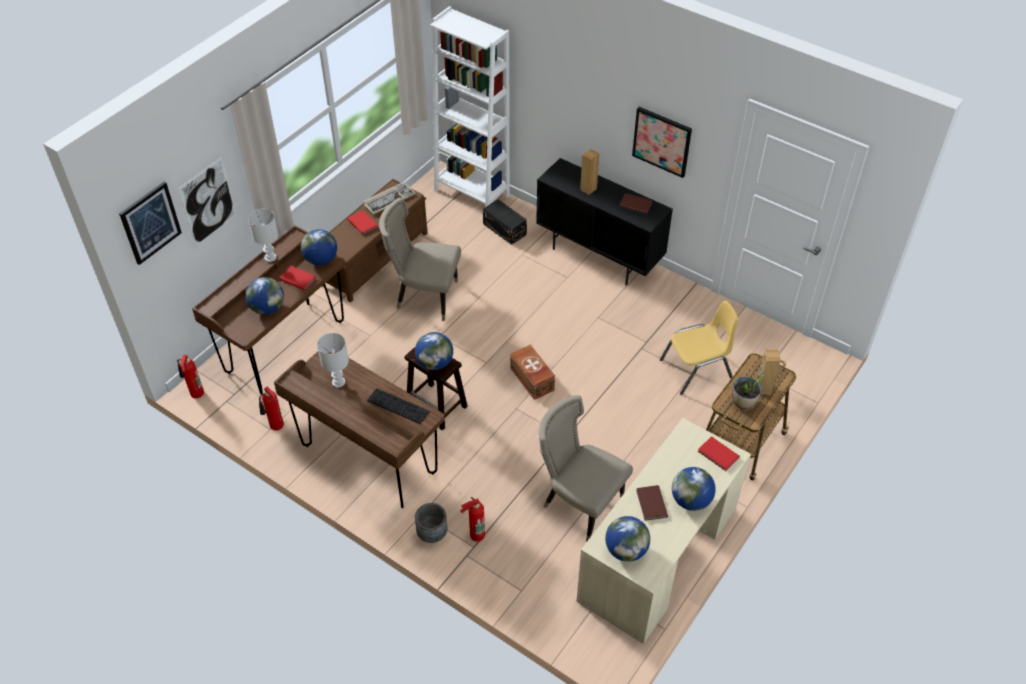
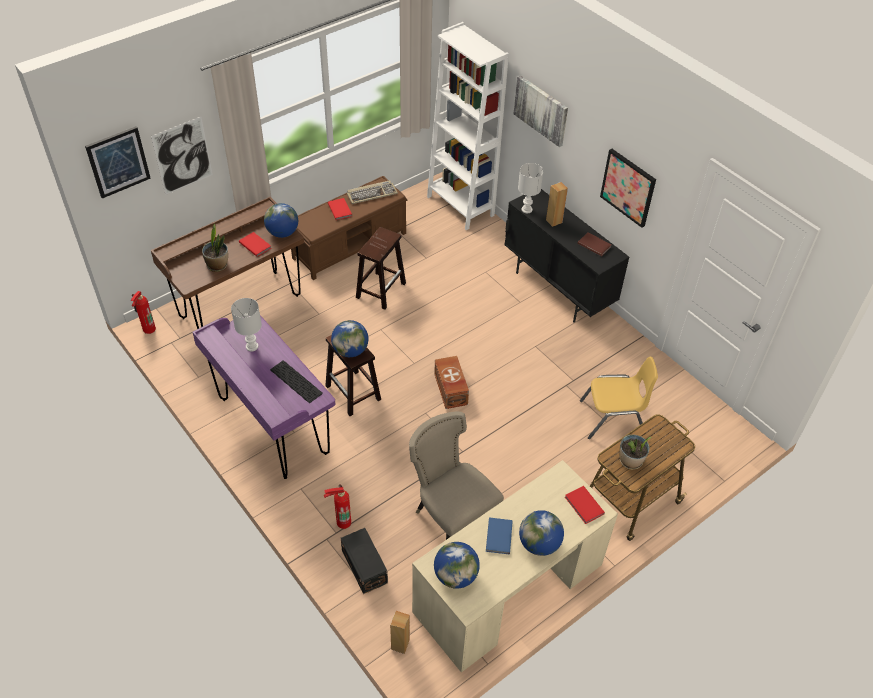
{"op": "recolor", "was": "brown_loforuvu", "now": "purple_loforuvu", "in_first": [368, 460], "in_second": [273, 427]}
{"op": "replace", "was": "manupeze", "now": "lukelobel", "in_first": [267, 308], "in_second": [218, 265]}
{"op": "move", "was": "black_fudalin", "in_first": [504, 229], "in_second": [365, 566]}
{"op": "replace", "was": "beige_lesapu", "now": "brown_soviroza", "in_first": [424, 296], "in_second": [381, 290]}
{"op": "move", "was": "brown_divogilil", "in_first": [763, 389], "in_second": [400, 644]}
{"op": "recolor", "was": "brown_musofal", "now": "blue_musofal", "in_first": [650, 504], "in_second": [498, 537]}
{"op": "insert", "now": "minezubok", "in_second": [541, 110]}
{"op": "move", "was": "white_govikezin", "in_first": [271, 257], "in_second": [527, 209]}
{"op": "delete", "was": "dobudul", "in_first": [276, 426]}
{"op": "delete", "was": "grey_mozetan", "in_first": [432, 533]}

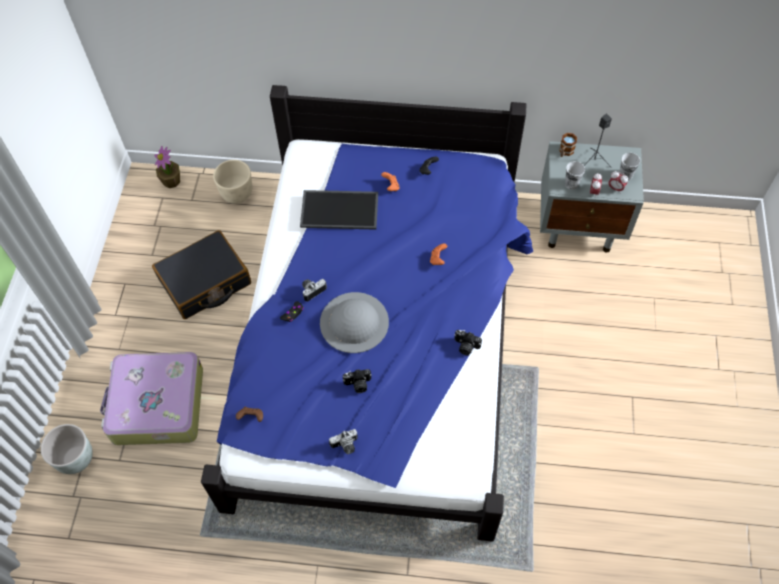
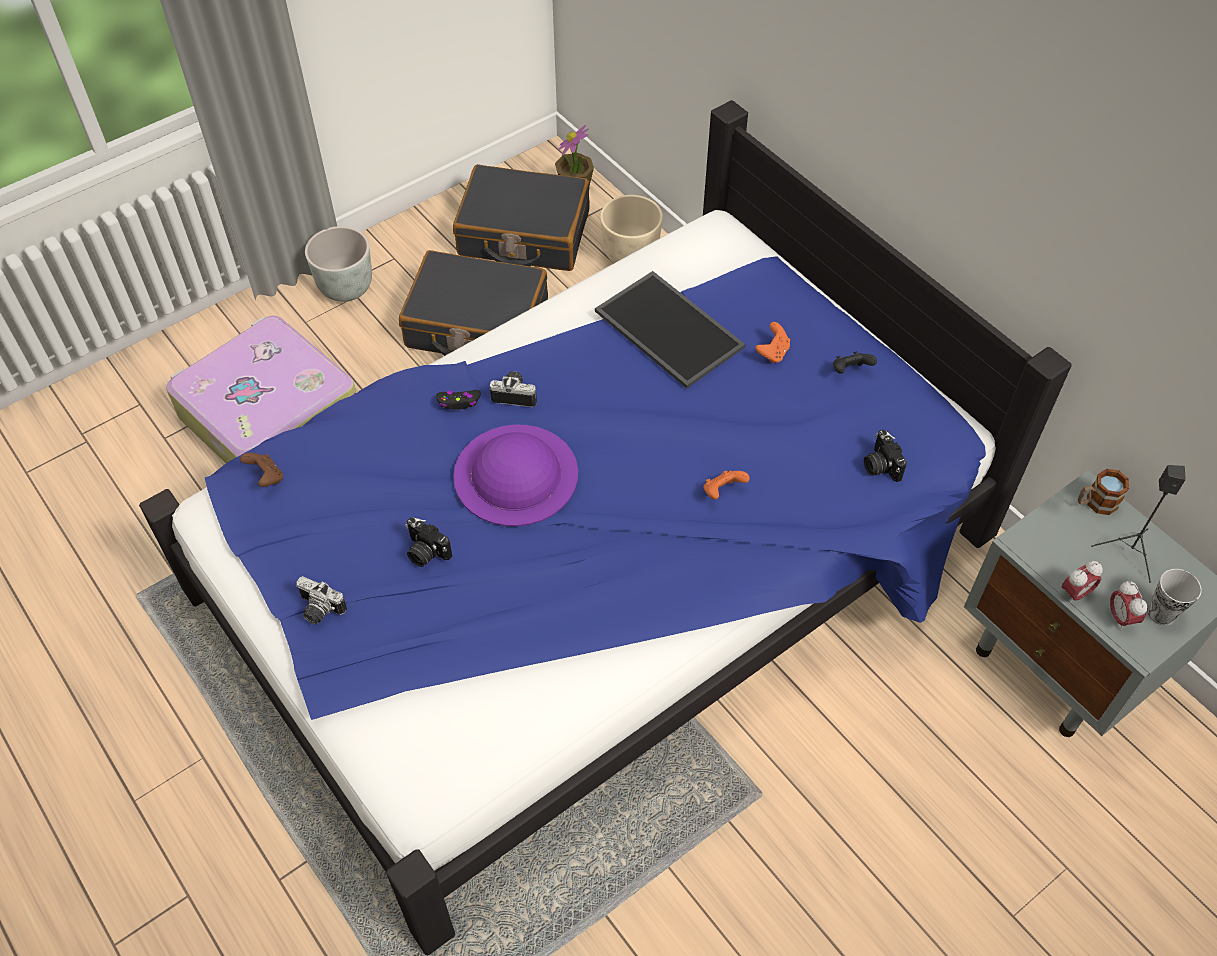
{"op": "move", "was": "grey_mozetan", "in_first": [75, 459], "in_second": [345, 288]}
{"op": "insert", "now": "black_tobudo", "in_second": [523, 234]}
{"op": "recolor", "was": "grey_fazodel", "now": "purple_fazodel", "in_first": [354, 322], "in_second": [516, 474]}
{"op": "move", "was": "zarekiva", "in_first": [465, 346], "in_second": [880, 465]}
{"op": "delete", "was": "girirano", "in_first": [571, 184]}

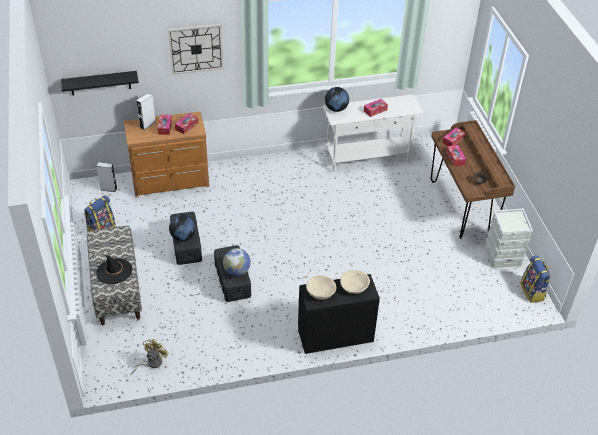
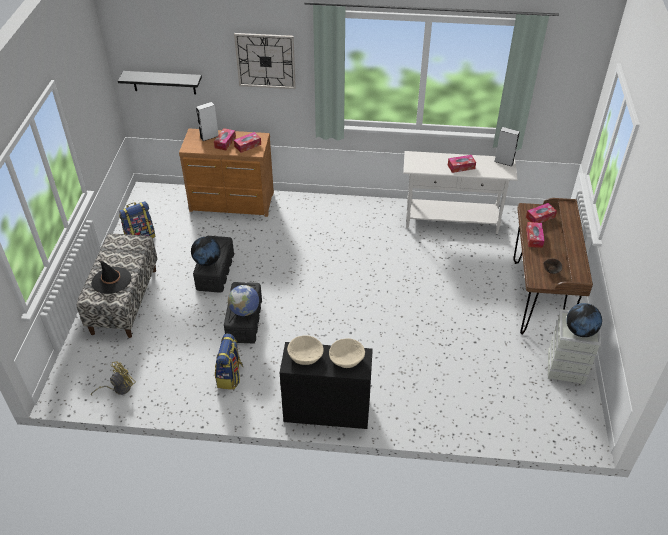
{"op": "move", "was": "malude", "in_first": [532, 292], "in_second": [230, 376]}
{"op": "move", "was": "grey_divogilil", "in_first": [108, 189], "in_second": [504, 162]}
{"op": "move", "was": "manupeze", "in_first": [336, 109], "in_second": [580, 331]}

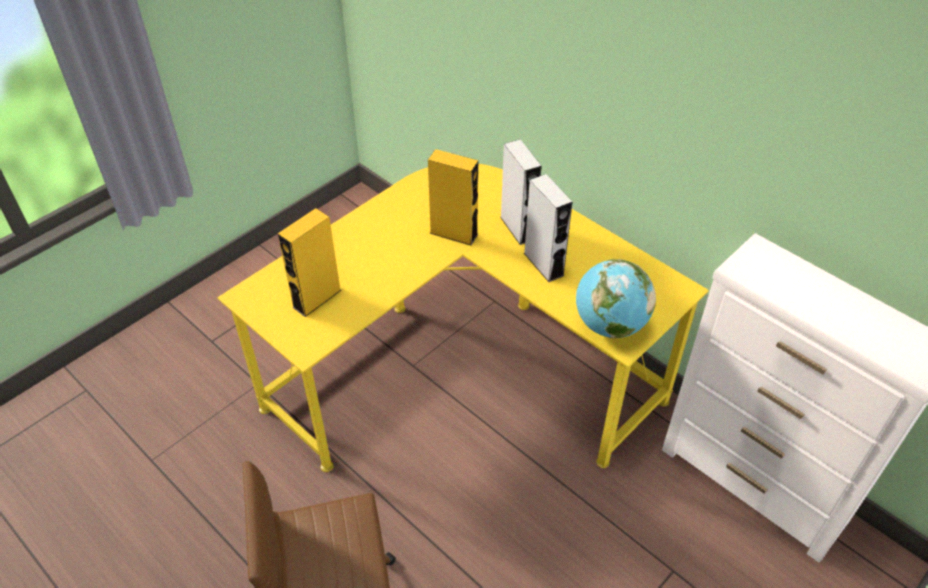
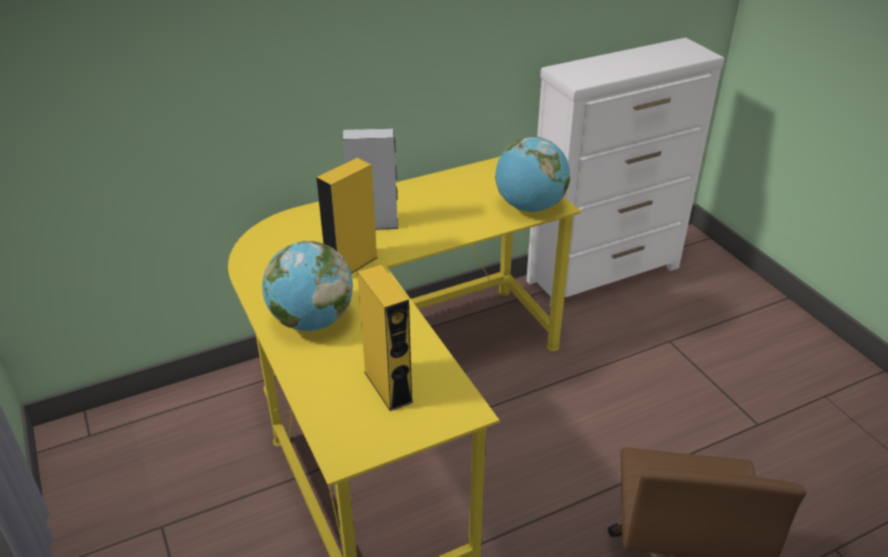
{"op": "insert", "now": "manupeze", "in_second": [311, 321]}
{"op": "delete", "was": "grey_divogilil", "in_first": [543, 264]}

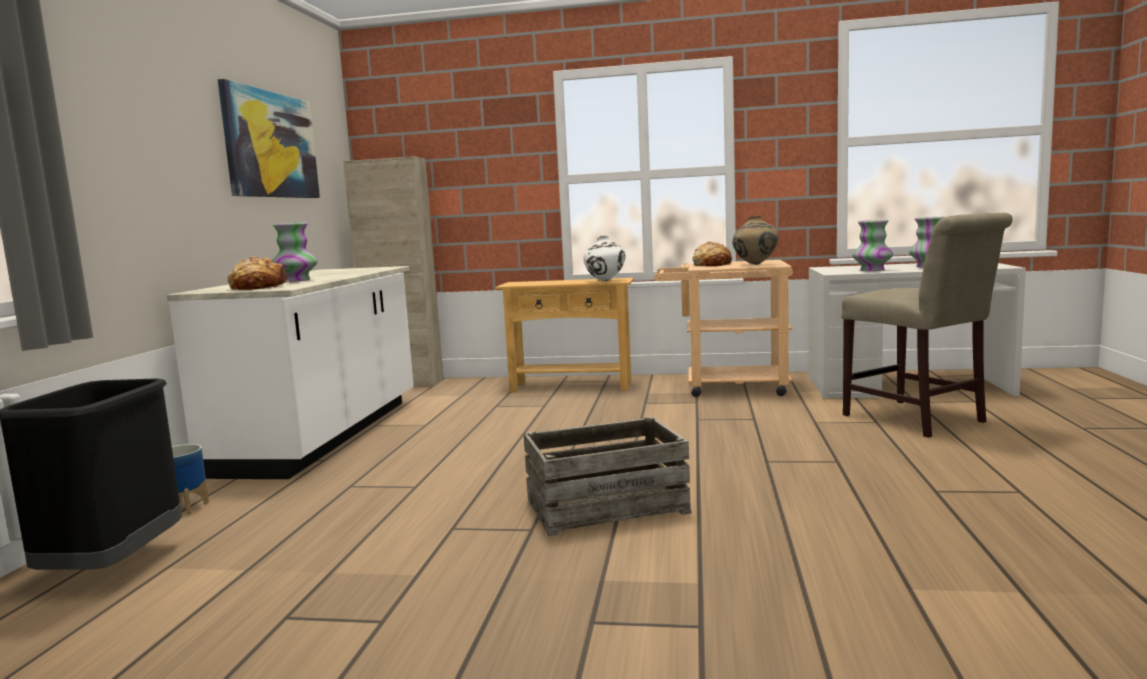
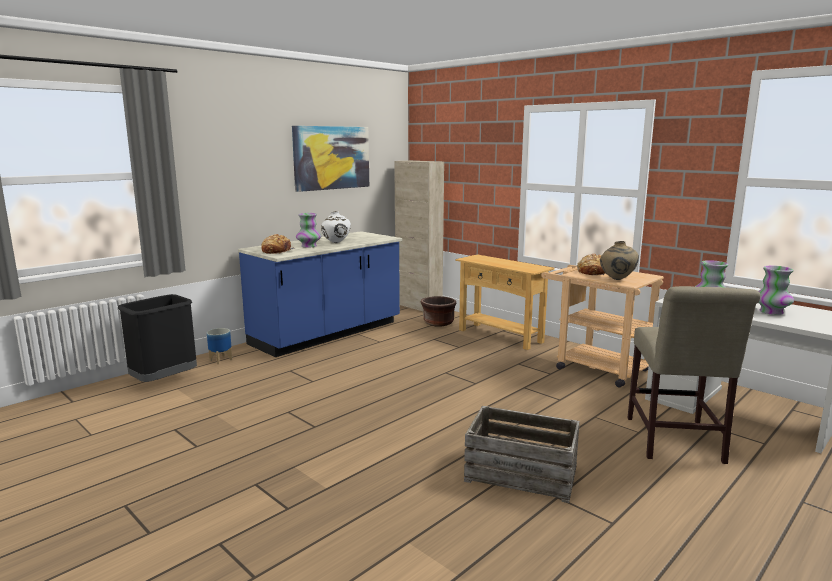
{"op": "recolor", "was": "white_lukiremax", "now": "blue_lukiremax", "in_first": [324, 435], "in_second": [327, 333]}
{"op": "move", "was": "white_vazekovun", "in_first": [605, 281], "in_second": [336, 243]}
{"op": "insert", "now": "brown_mozetan", "in_second": [438, 323]}
{"op": "move", "was": "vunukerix", "in_first": [606, 505], "in_second": [521, 473]}

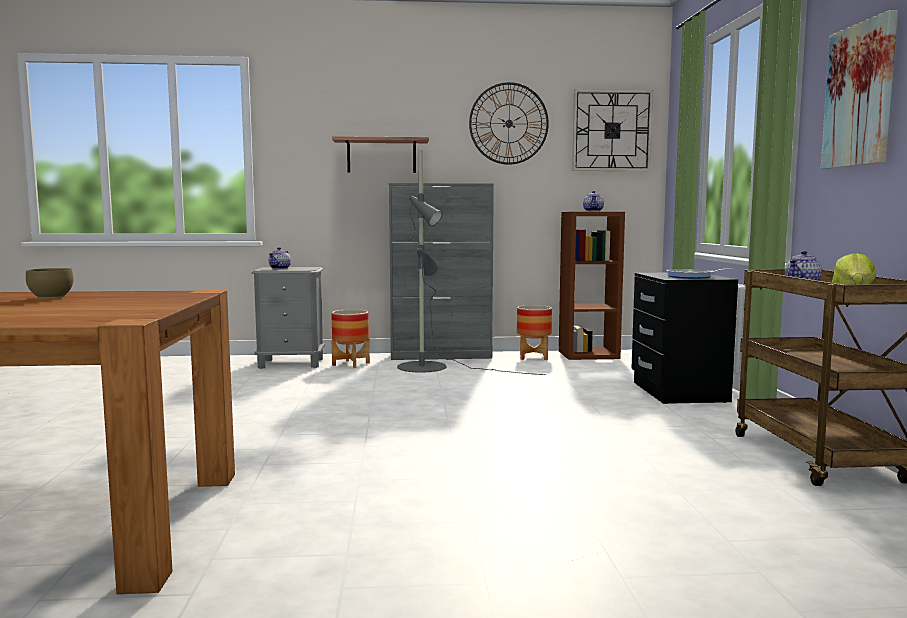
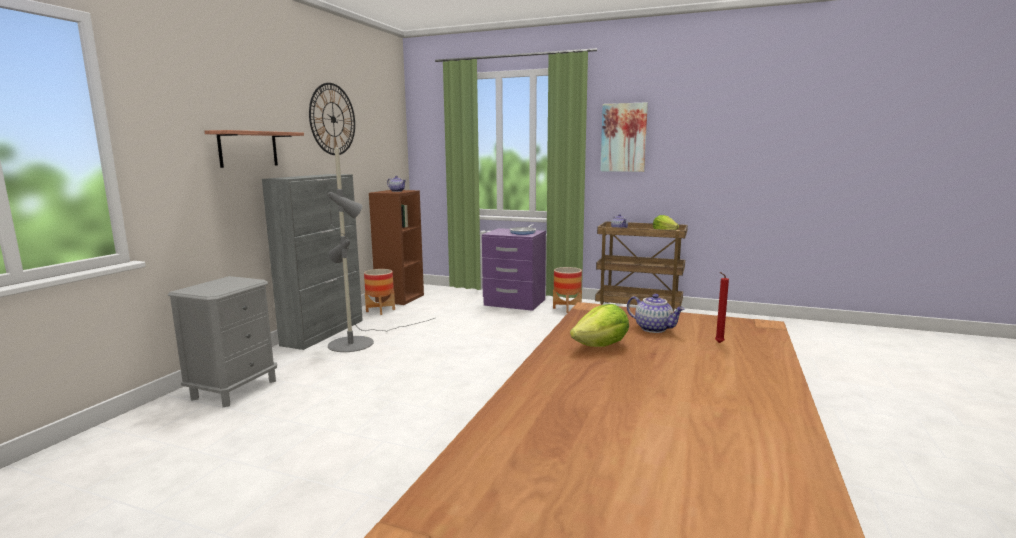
{"op": "recolor", "was": "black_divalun", "now": "purple_divalun", "in_first": [677, 392], "in_second": [514, 303]}
{"op": "move", "was": "mozetan", "in_first": [351, 364], "in_second": [567, 308]}
{"op": "replace", "was": "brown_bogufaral", "now": "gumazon", "in_first": [50, 297], "in_second": [601, 346]}
{"op": "move", "was": "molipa", "in_first": [280, 268], "in_second": [654, 329]}
{"op": "insert", "now": "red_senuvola", "in_second": [718, 343]}
{"op": "delete", "was": "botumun", "in_first": [612, 130]}

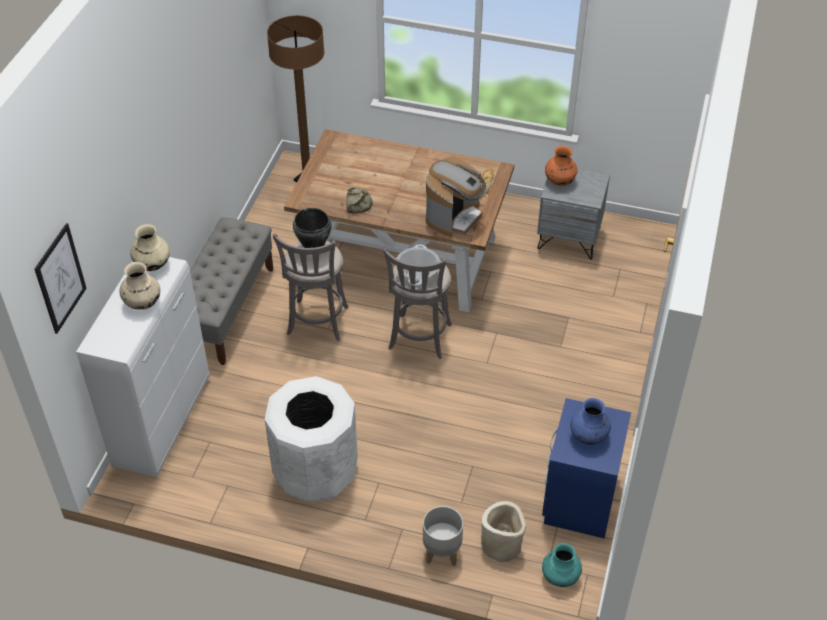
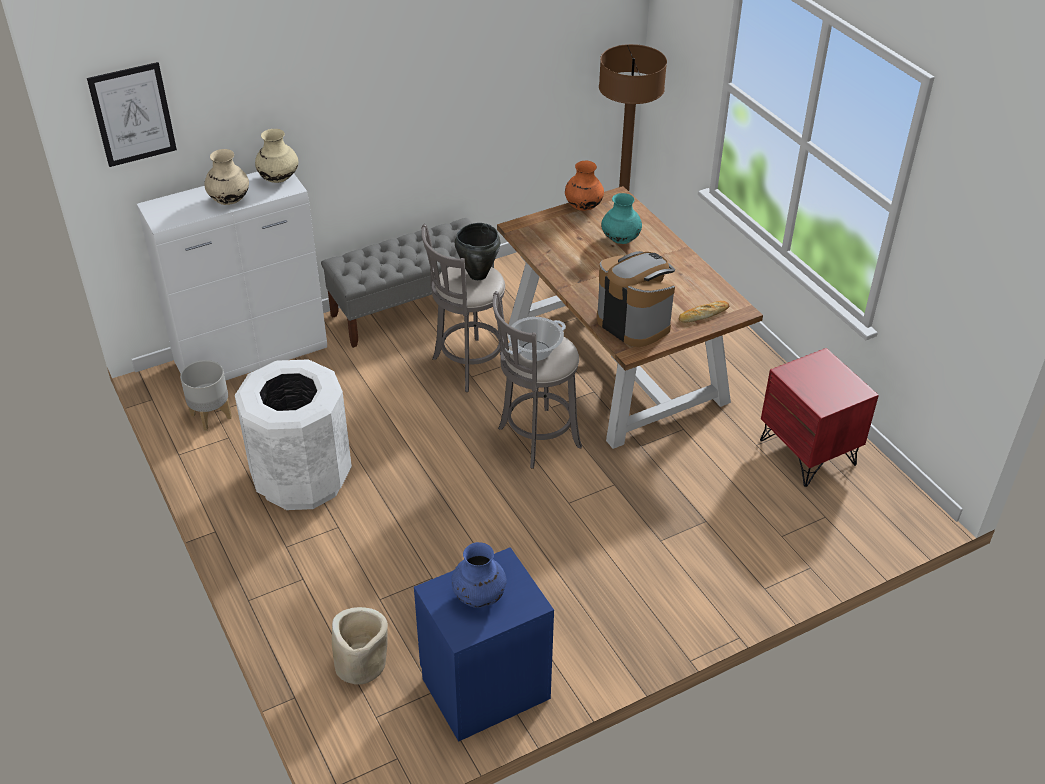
{"op": "move", "was": "grey_mozetan", "in_first": [442, 552], "in_second": [210, 416]}
{"op": "move", "was": "orange_vazekovun", "in_first": [559, 181], "in_second": [583, 206]}
{"op": "rotate", "was": "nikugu", "in_first": [454, 217], "in_second": [633, 322], "clockwise": -120}
{"op": "move", "was": "turquoise_vazekovun", "in_first": [560, 577], "in_second": [620, 240]}
{"op": "recolor", "was": "grey_divalun", "now": "red_divalun", "in_first": [569, 238], "in_second": [808, 452]}
{"op": "delete", "was": "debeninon", "in_first": [358, 203]}

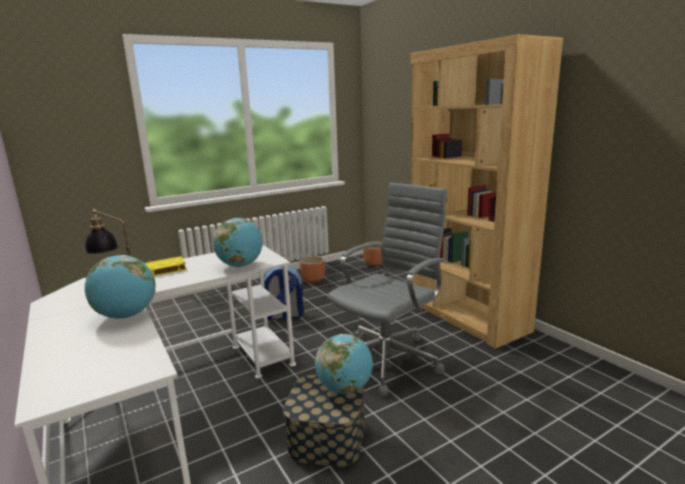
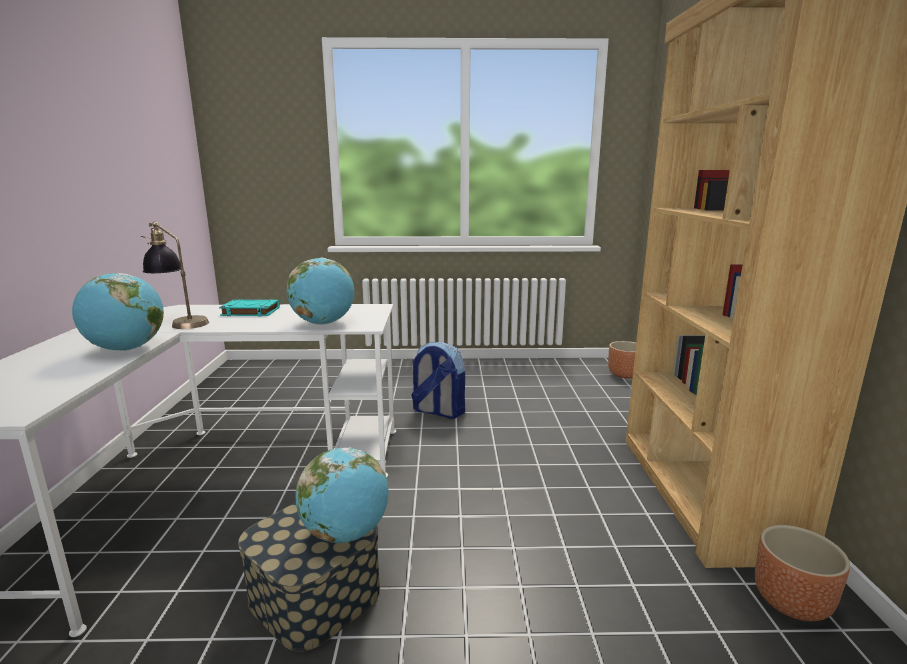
{"op": "recolor", "was": "yellow_musofal", "now": "turquoise_musofal", "in_first": [164, 270], "in_second": [250, 312]}
{"op": "move", "was": "brown_mozetan", "in_first": [313, 280], "in_second": [792, 602]}
{"op": "delete", "was": "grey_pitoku", "in_first": [389, 359]}

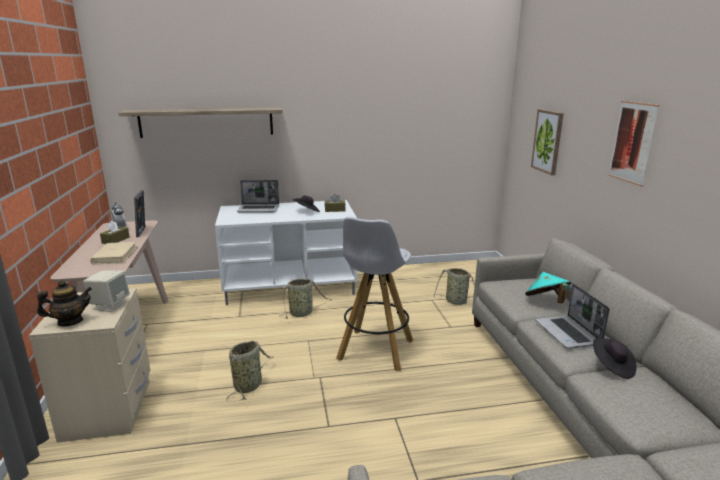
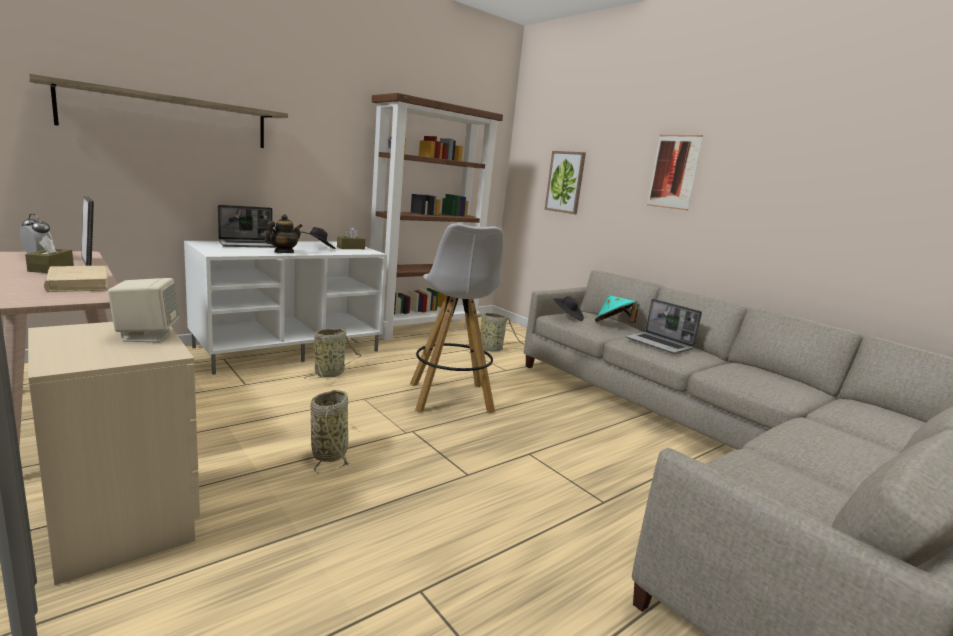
{"op": "move", "was": "molipa", "in_first": [70, 321], "in_second": [283, 252]}
{"op": "insert", "now": "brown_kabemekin", "in_second": [423, 328]}
{"op": "move", "was": "black_fazodel", "in_first": [612, 367], "in_second": [567, 317]}

